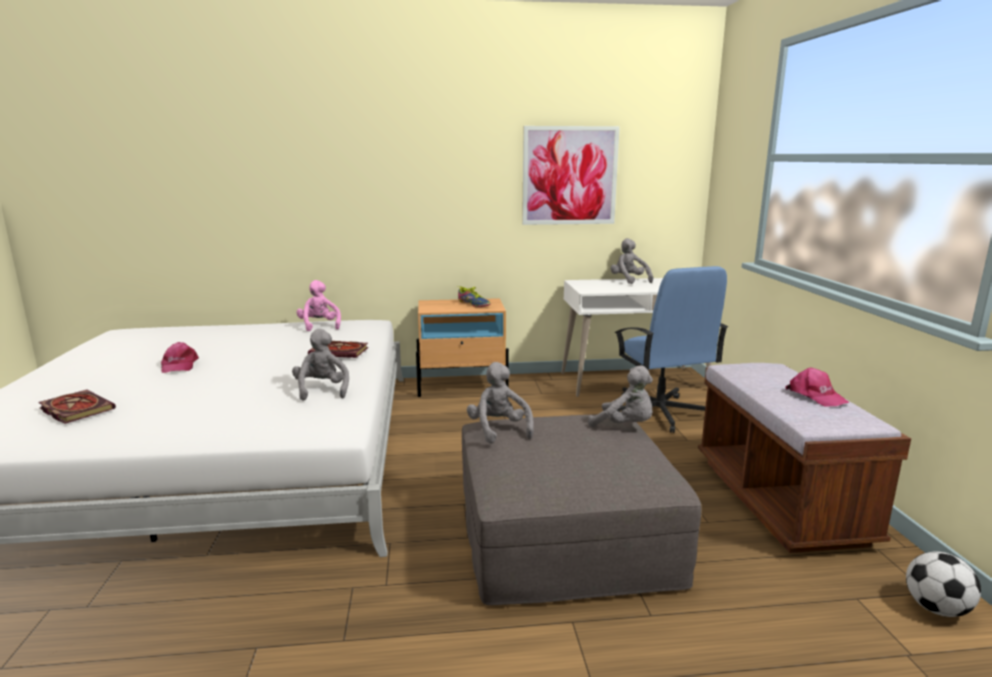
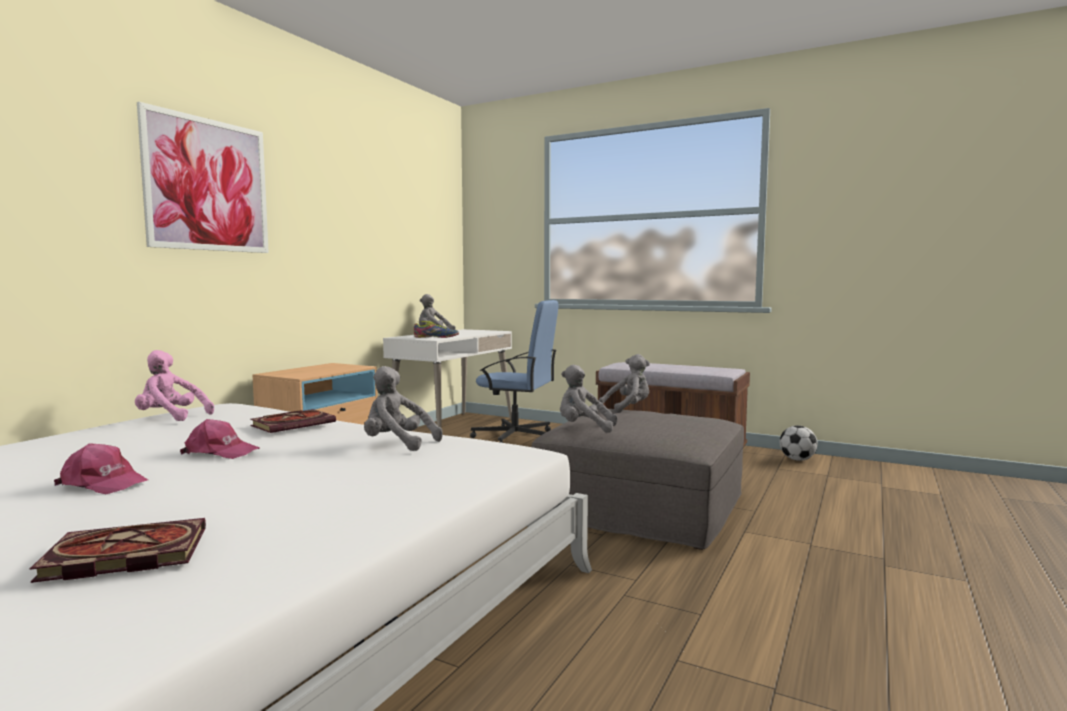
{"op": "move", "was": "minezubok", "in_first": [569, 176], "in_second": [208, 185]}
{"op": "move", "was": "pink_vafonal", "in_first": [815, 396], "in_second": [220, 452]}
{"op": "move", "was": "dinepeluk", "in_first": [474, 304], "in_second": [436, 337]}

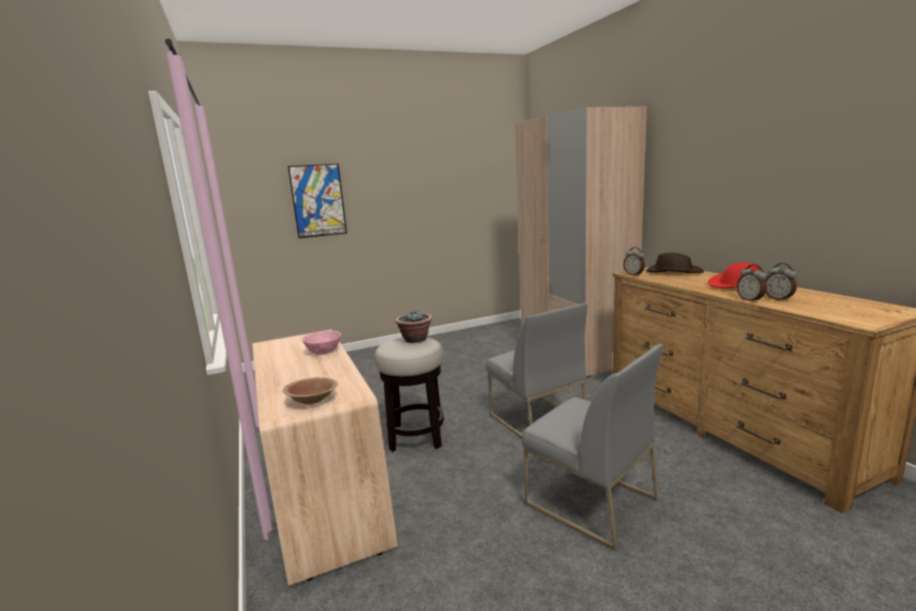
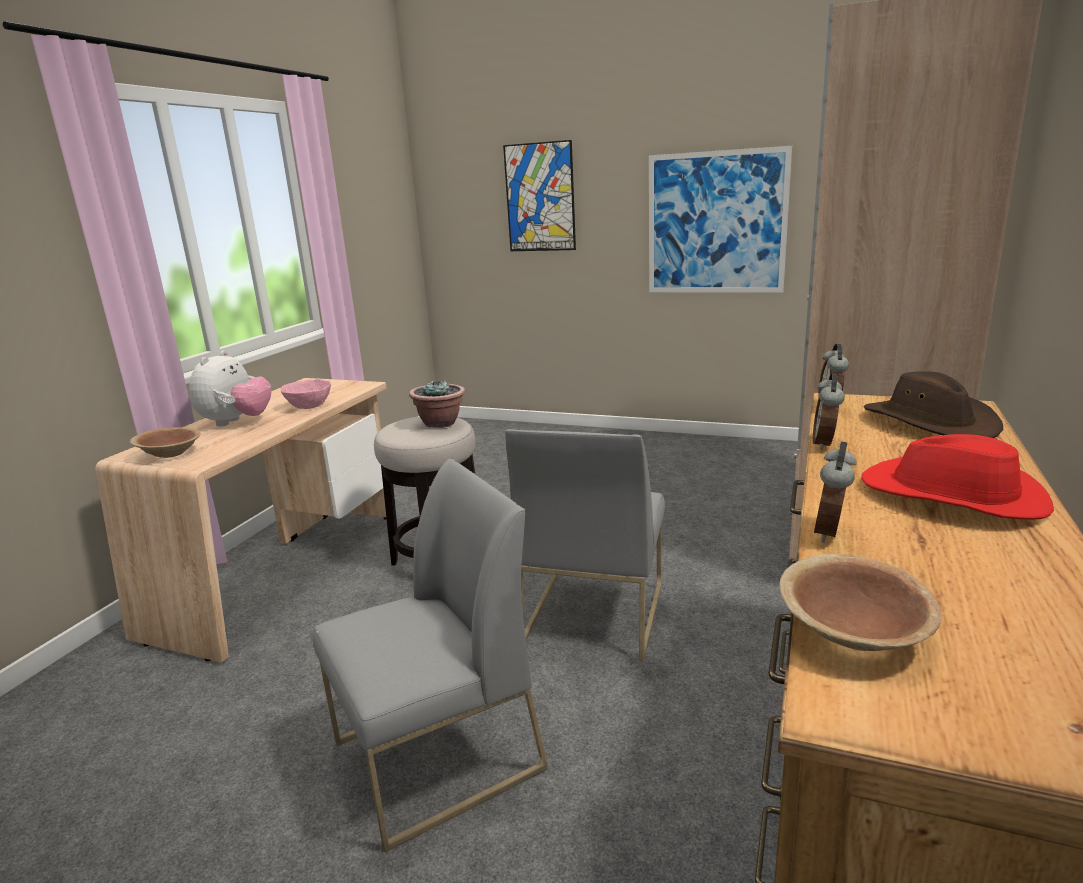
{"op": "insert", "now": "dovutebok", "in_second": [236, 422]}
{"op": "rotate", "was": "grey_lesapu", "in_first": [590, 502], "in_second": [437, 757], "clockwise": -120}
{"op": "insert", "now": "minezubok", "in_second": [716, 223]}
{"op": "insert", "now": "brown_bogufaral", "in_second": [853, 633]}
{"op": "move", "was": "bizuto", "in_first": [778, 299], "in_second": [825, 444]}

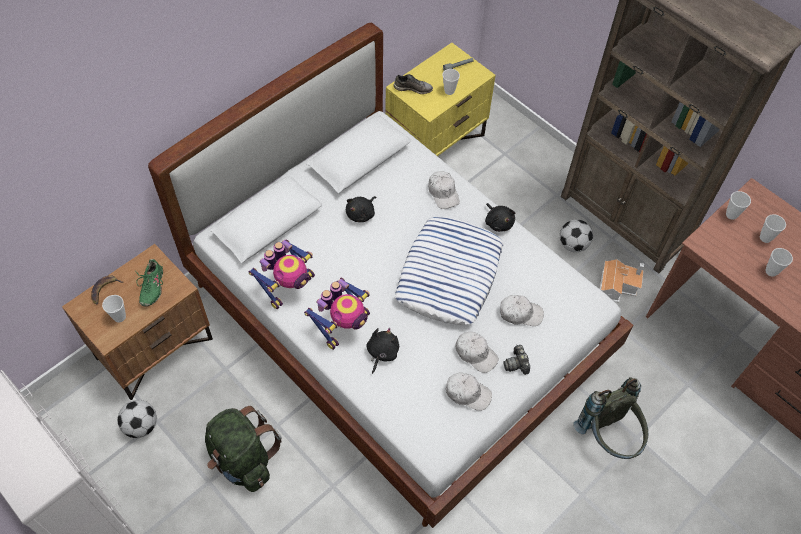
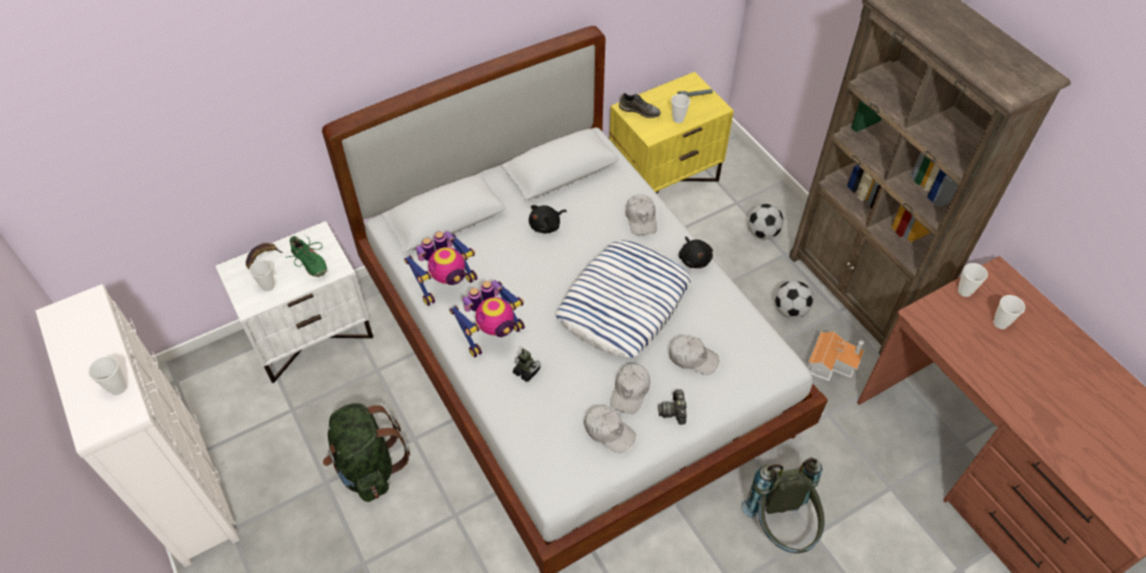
{"op": "move", "was": "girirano", "in_first": [771, 271], "in_second": [118, 388]}
{"op": "recolor", "was": "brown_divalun", "now": "white_divalun", "in_first": [154, 347], "in_second": [312, 335]}
{"op": "rotate", "was": "green_dinepeluk", "in_first": [151, 287], "in_second": [309, 262], "clockwise": -60}
{"op": "replace", "was": "black_dovutebok", "now": "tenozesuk", "in_first": [382, 353], "in_second": [526, 371]}
{"op": "rotate", "was": "white_vafonal", "in_first": [475, 354], "in_second": [630, 391], "clockwise": 60}
{"op": "move", "was": "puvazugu", "in_first": [141, 426], "in_second": [762, 233]}

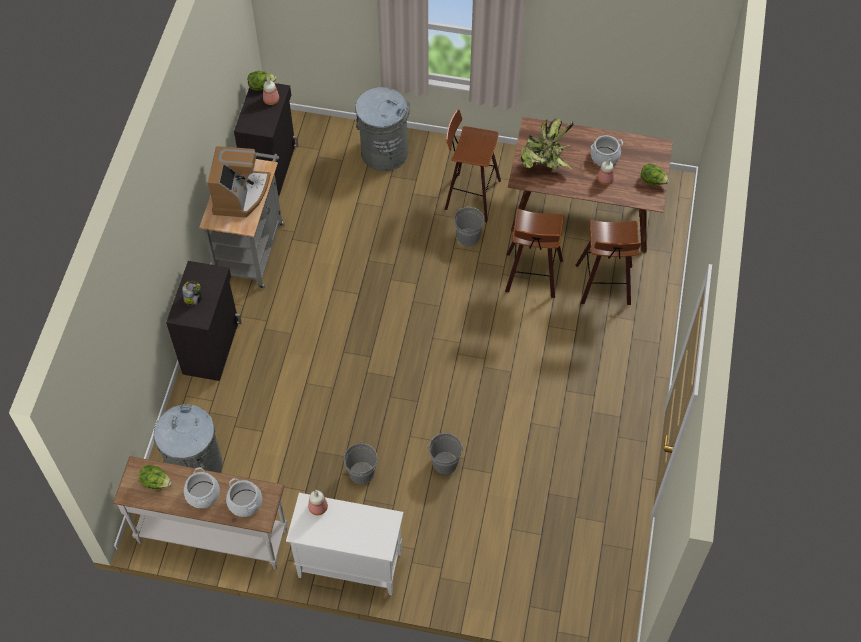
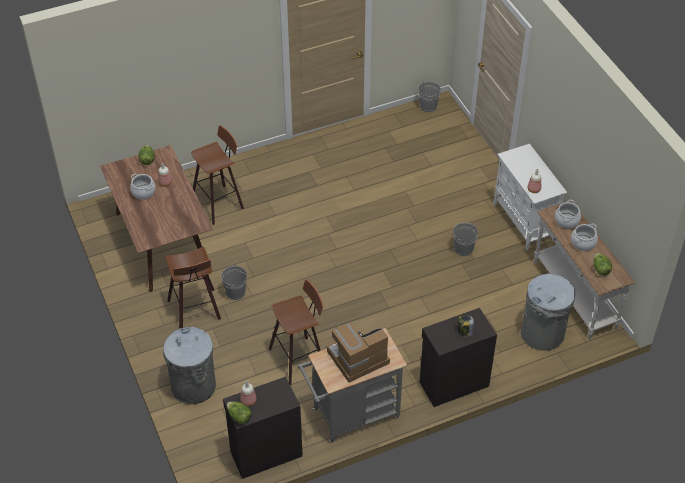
{"op": "move", "was": "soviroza", "in_first": [532, 277], "in_second": [299, 358]}
{"op": "move", "was": "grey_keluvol", "in_first": [445, 463], "in_second": [428, 106]}
{"op": "delete", "was": "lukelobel", "in_first": [544, 163]}

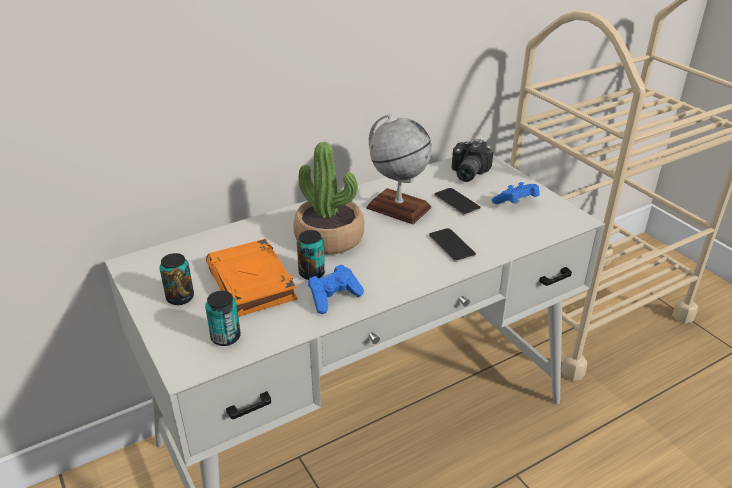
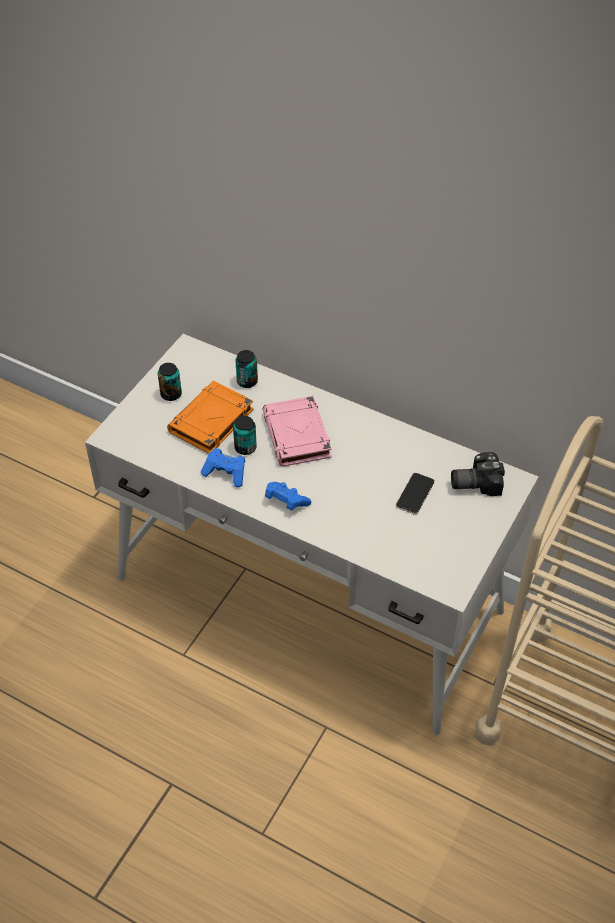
{"op": "move", "was": "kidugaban", "in_first": [226, 337], "in_second": [247, 381]}
{"op": "replace", "was": "lukelobel", "now": "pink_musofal", "in_first": [329, 238], "in_second": [297, 436]}
{"op": "move", "was": "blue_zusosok", "in_first": [516, 203], "in_second": [286, 501]}
{"op": "delete", "was": "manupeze", "in_first": [398, 207]}
{"op": "delete", "was": "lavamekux", "in_first": [451, 245]}

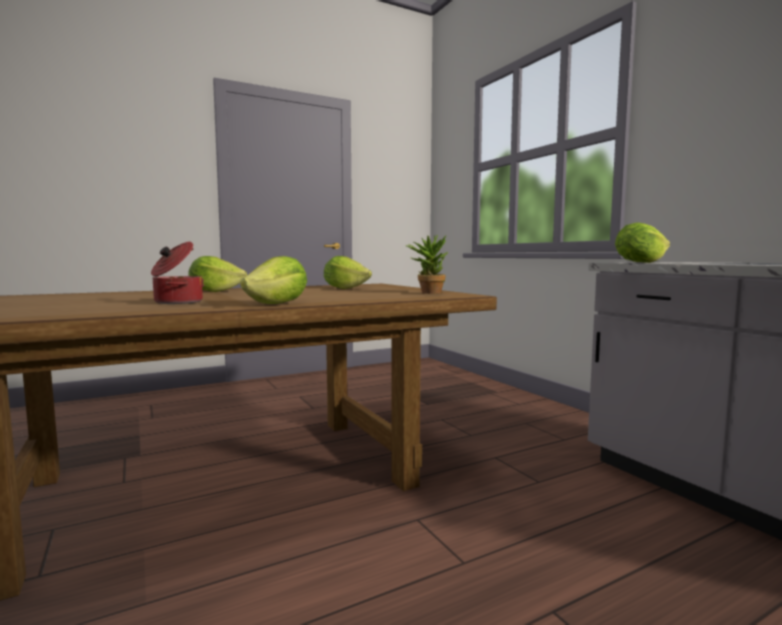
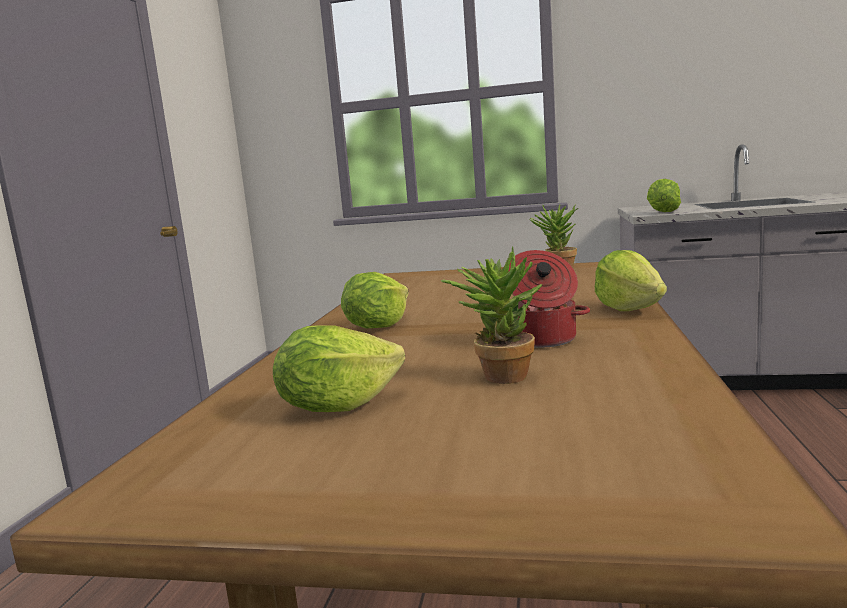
{"op": "move", "was": "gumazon", "in_first": [345, 288], "in_second": [338, 406]}
{"op": "insert", "now": "lukelobel", "in_second": [499, 375]}

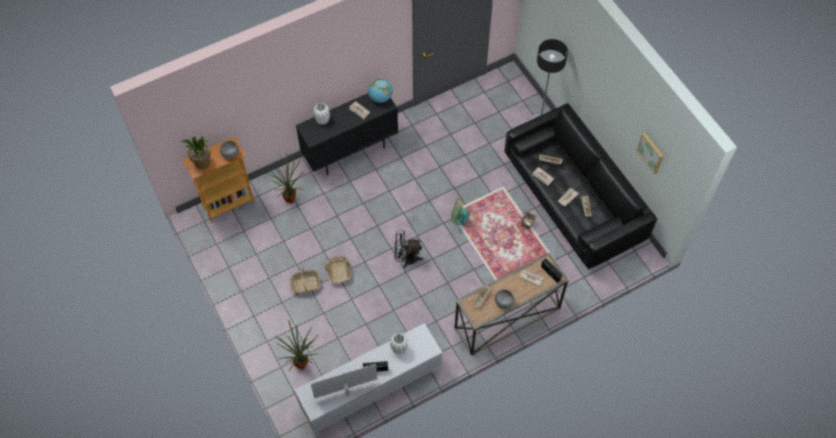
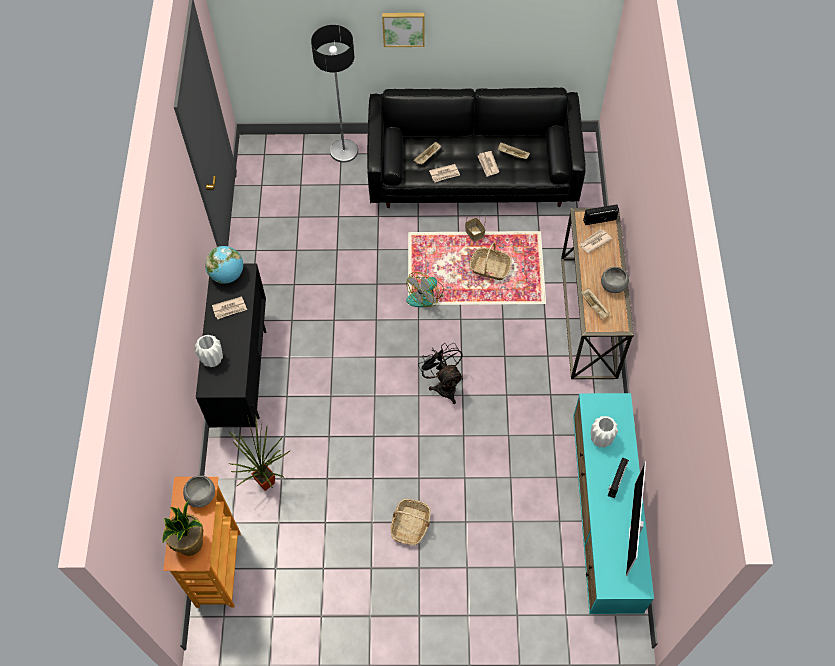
{"op": "move", "was": "minezubok", "in_first": [651, 152], "in_second": [403, 28]}
{"op": "rotate", "was": "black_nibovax", "in_first": [406, 258], "in_second": [443, 385], "clockwise": 120}
{"op": "move", "was": "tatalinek", "in_first": [339, 272], "in_second": [489, 268]}
{"op": "recolor", "was": "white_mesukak", "now": "turquoise_mesukak", "in_first": [369, 387], "in_second": [603, 516]}
{"op": "delete", "was": "lukelobel", "in_first": [303, 363]}

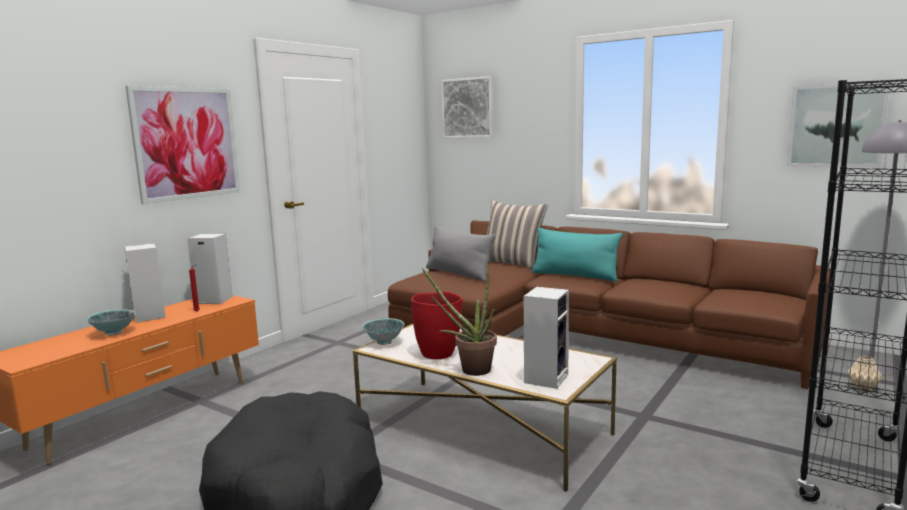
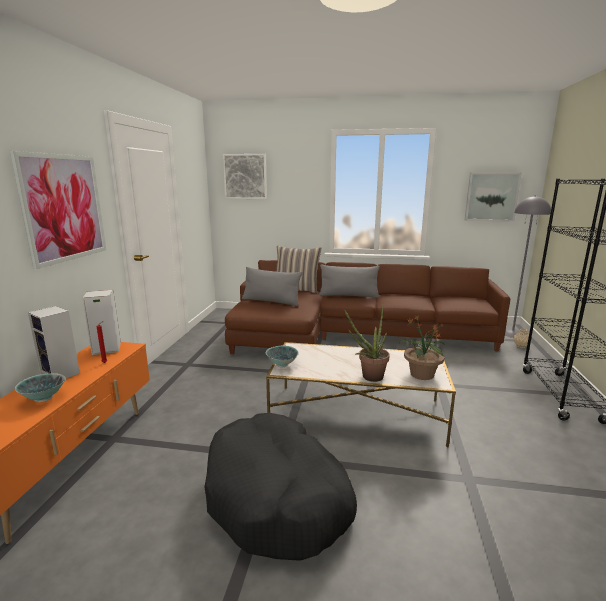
{"op": "recolor", "was": "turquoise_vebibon", "now": "grey_vebibon", "in_first": [575, 275], "in_second": [348, 295]}
{"op": "replace", "was": "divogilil", "now": "lukelobel", "in_first": [546, 378], "in_second": [421, 375]}
{"op": "delete", "was": "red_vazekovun", "in_first": [438, 354]}

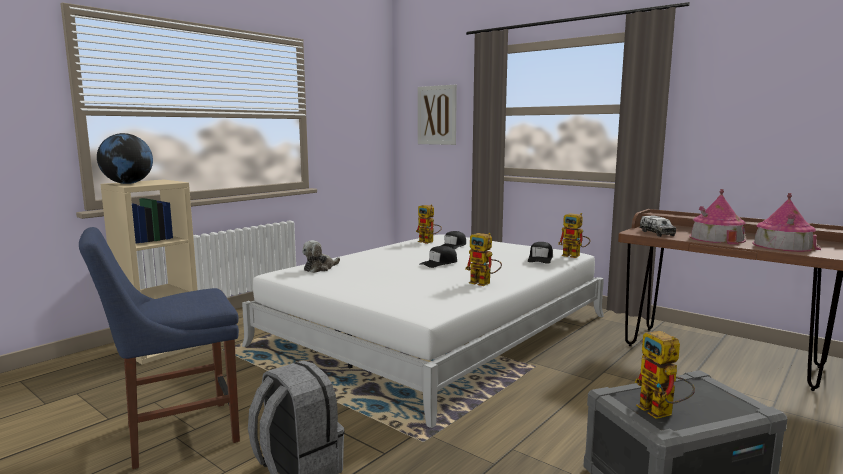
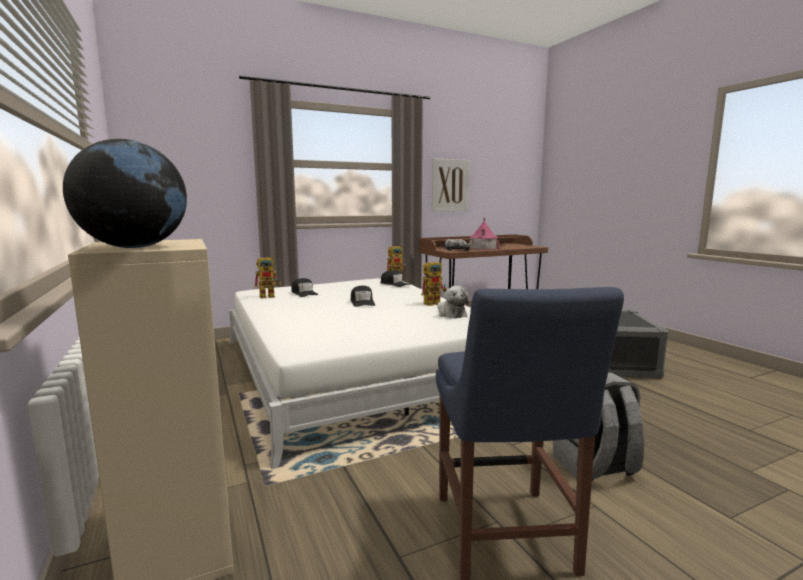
{"op": "move", "was": "minezubok", "in_first": [437, 115], "in_second": [450, 185]}
{"op": "move", "was": "dovutebok", "in_first": [320, 268], "in_second": [451, 314]}
{"op": "delete", "was": "tenozesuk", "in_first": [662, 413]}
{"op": "delete", "was": "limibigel", "in_first": [783, 245]}

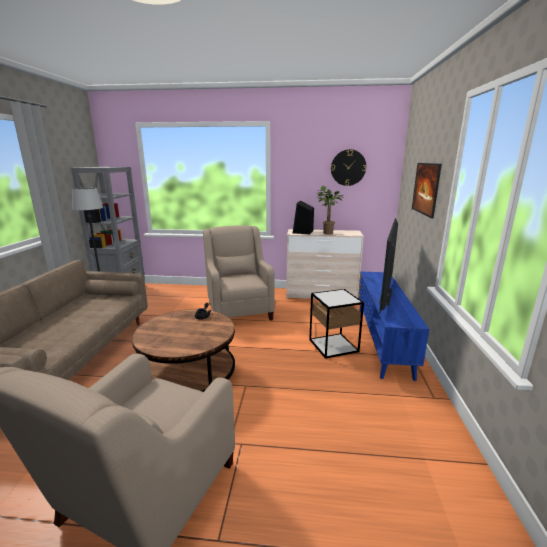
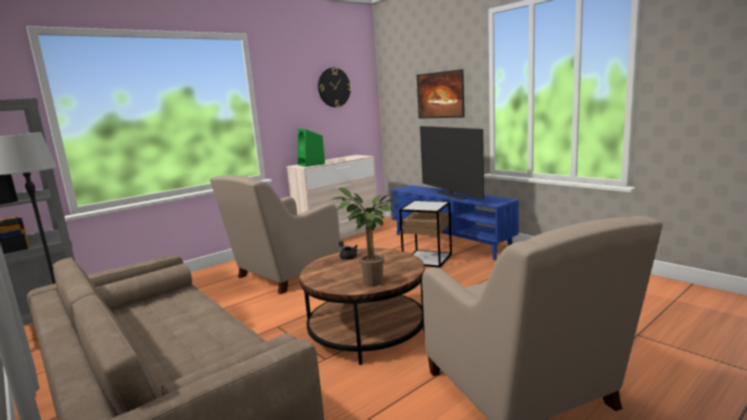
{"op": "rotate", "was": "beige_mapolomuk", "in_first": [239, 310], "in_second": [286, 274], "clockwise": -75}
{"op": "recolor", "was": "black_divogilil", "now": "green_divogilil", "in_first": [303, 232], "in_second": [311, 164]}
{"op": "move", "was": "lukelobel", "in_first": [326, 233], "in_second": [370, 283]}

